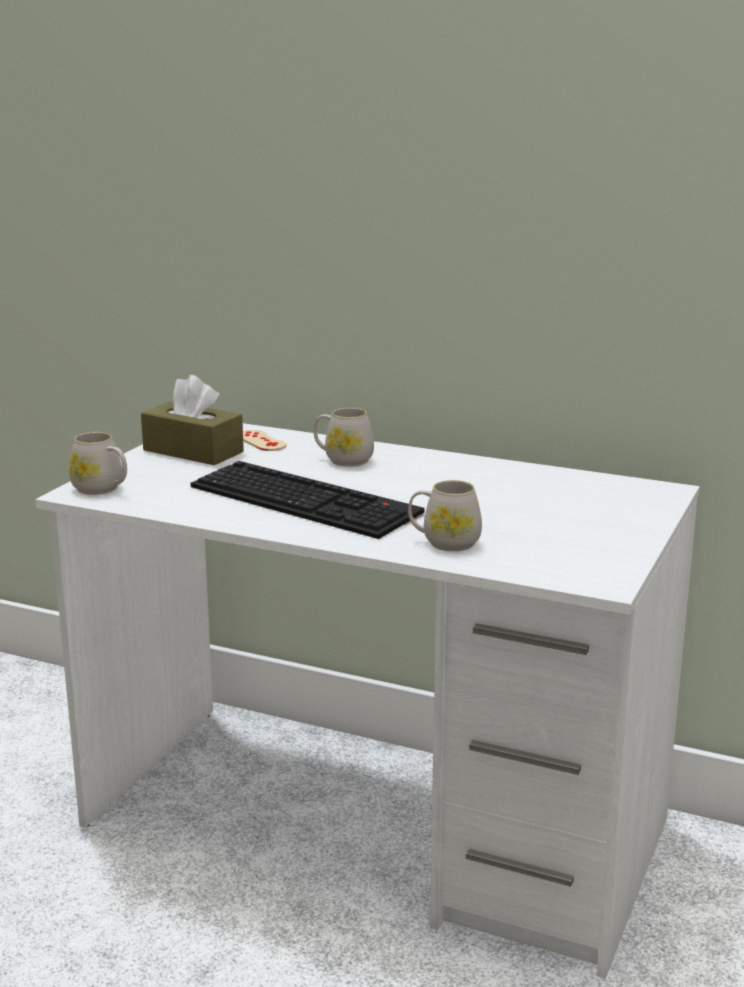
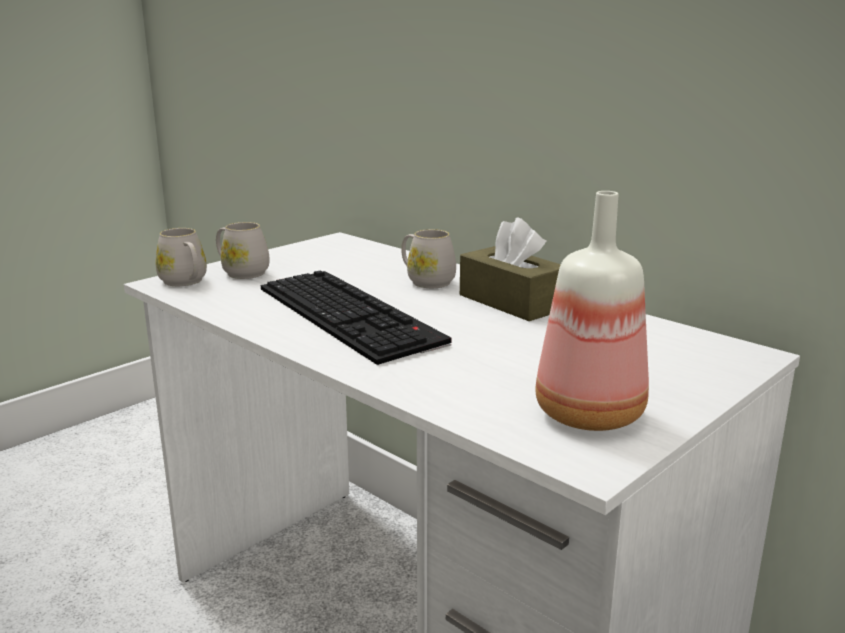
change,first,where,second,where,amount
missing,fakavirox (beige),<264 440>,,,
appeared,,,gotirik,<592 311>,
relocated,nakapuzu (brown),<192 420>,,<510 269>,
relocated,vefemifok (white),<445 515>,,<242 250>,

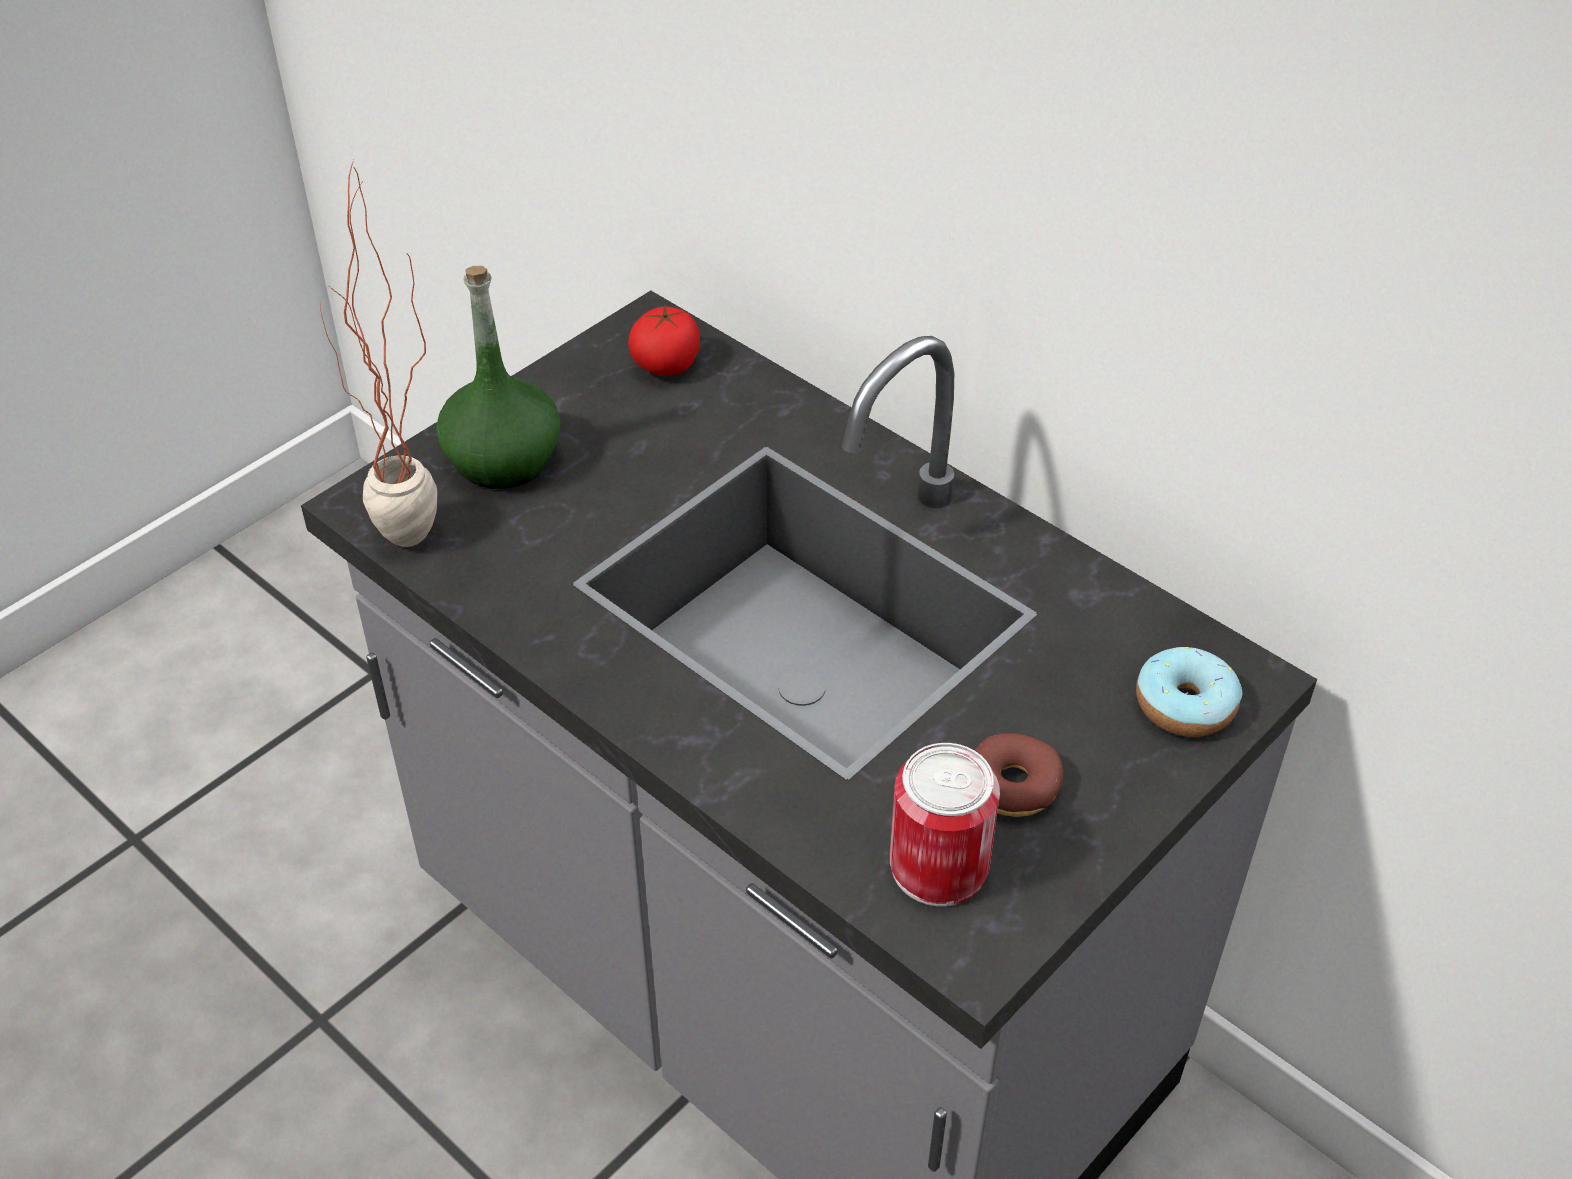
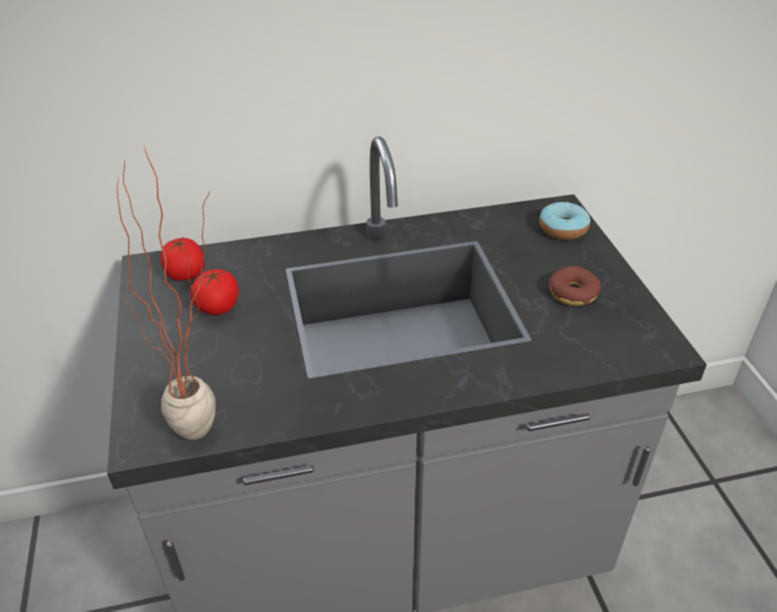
change,first,where,second,where,amount
missing,gotirik (green),<498 377>,,,
missing,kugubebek,<944 824>,,,
appeared,,,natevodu,<214 291>,

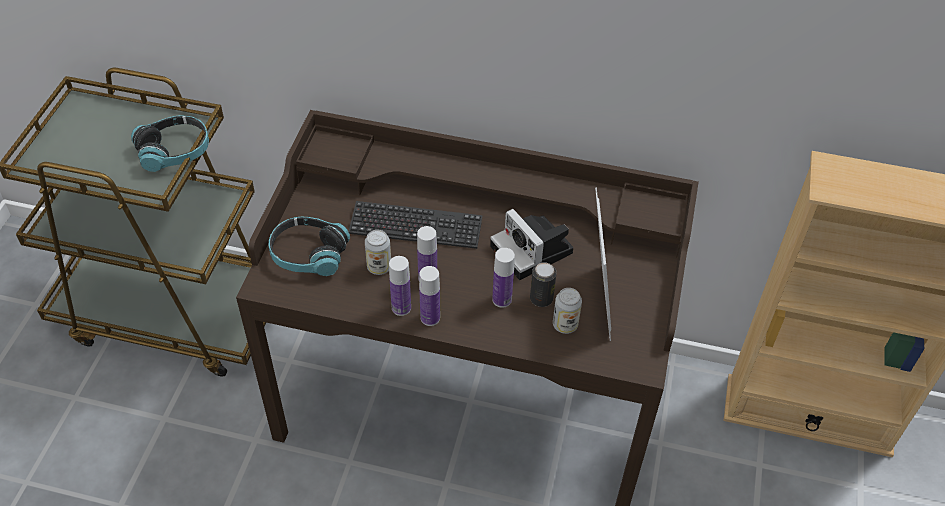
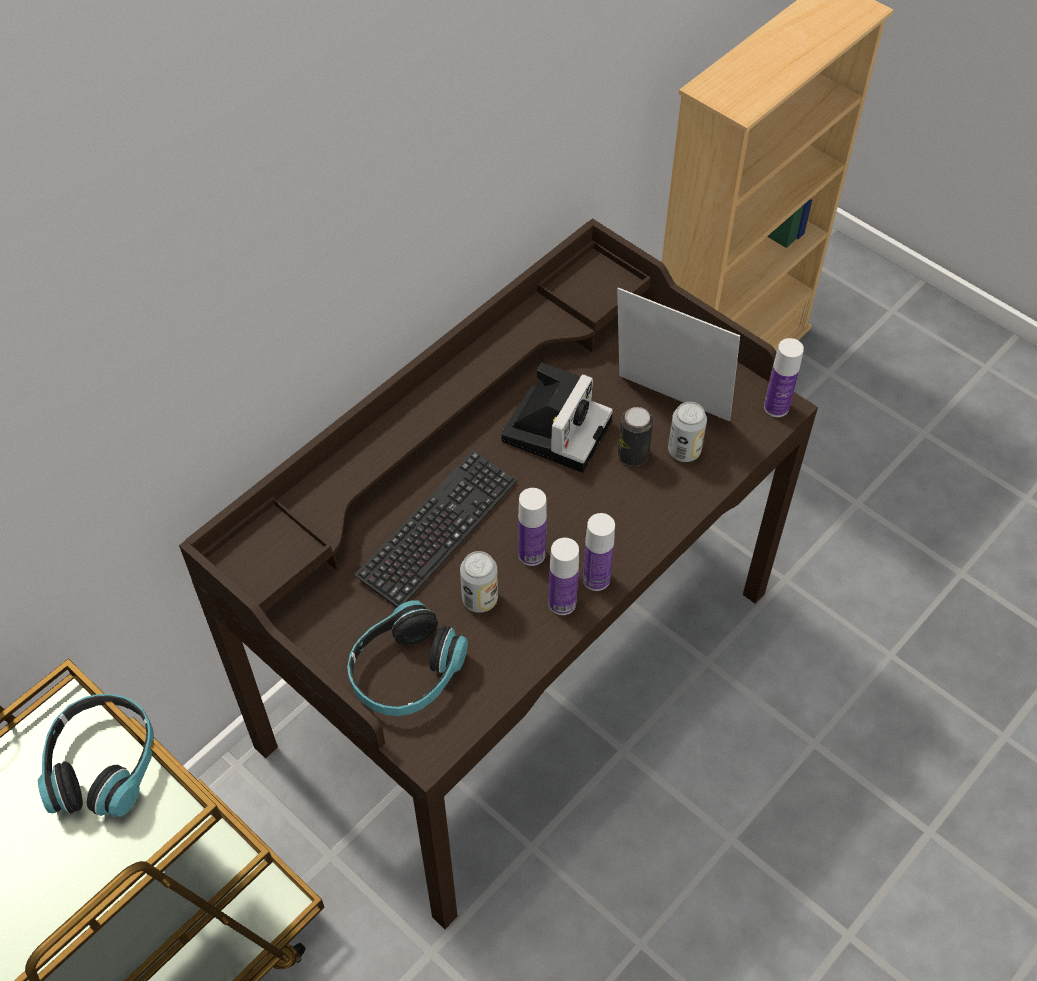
change,first,where,second,where,amount
relocated,gotirik,<503 278>,,<784 377>,
spun,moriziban,<532 244>,,<557 418>,60 degrees counterclockwise

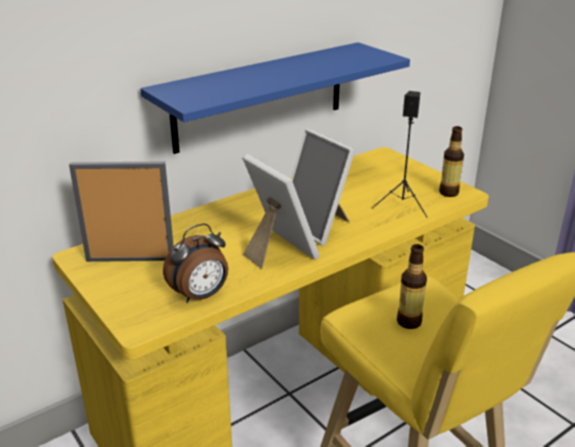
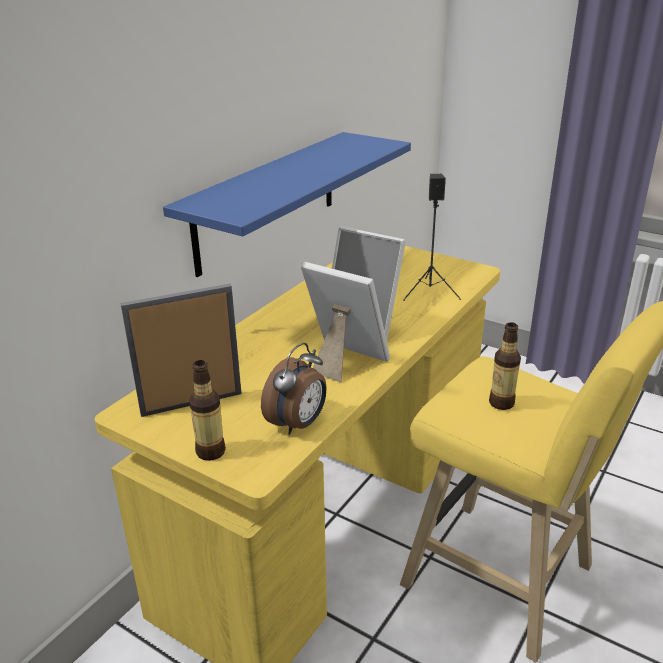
change,first,where,second,where,amount
relocated,gotirik,<451 161>,,<207 410>,

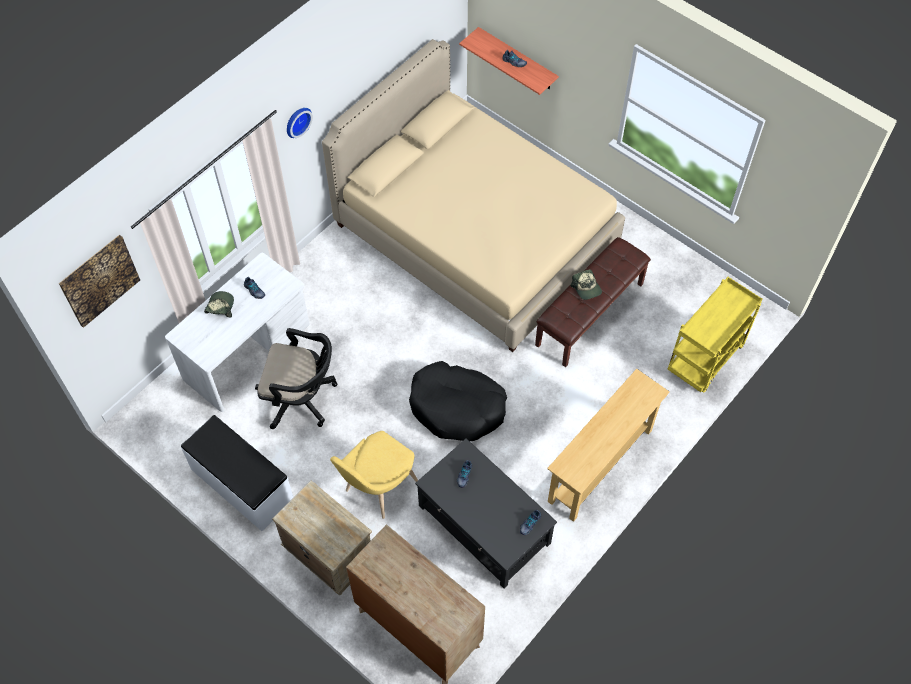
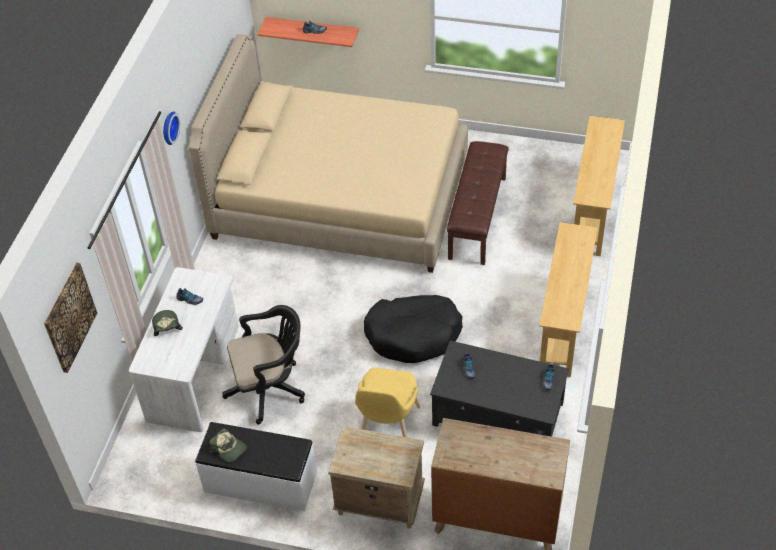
change,first,where,second,where,amount
relocated,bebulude,<586 284>,,<228 445>,
exchanged,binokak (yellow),<715 335>,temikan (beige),<599 186>,

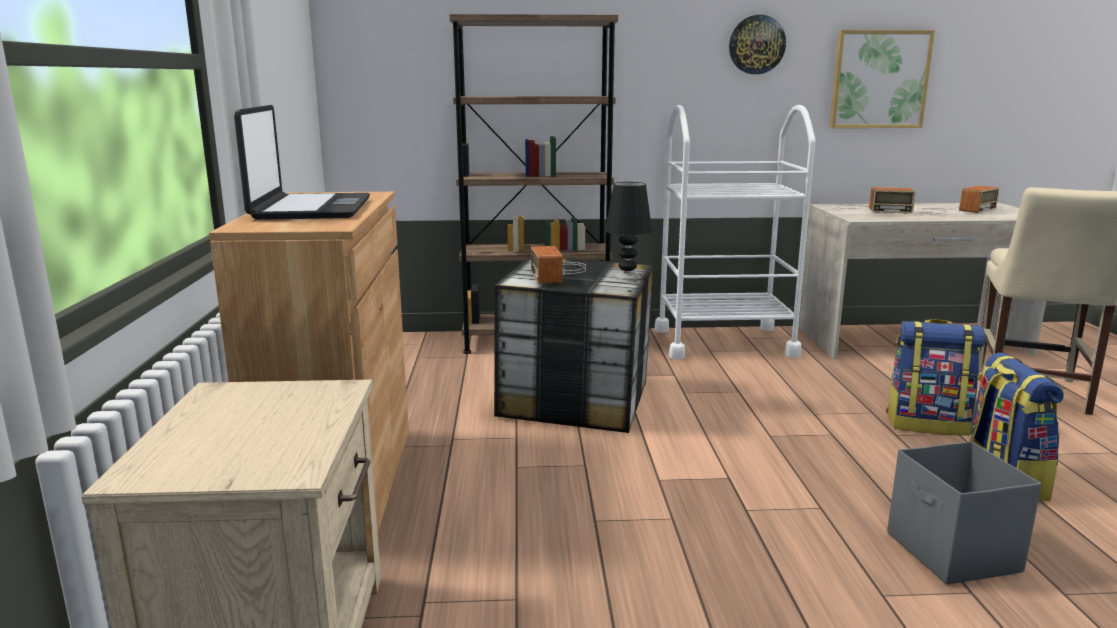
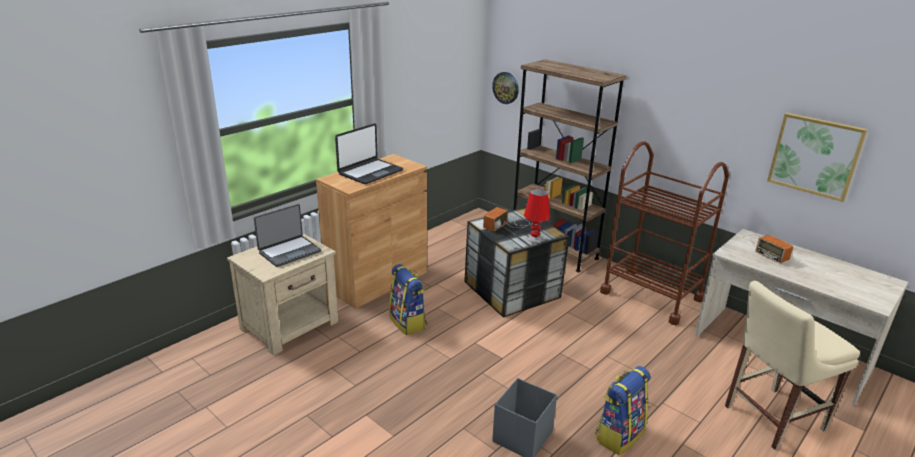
change,first,where,second,where,amount
missing,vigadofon,<957 200>,,,
appeared,,,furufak,<287 235>,
relocated,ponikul,<757 44>,,<505 88>,
relocated,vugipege,<936 377>,,<408 300>,
colour,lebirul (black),<628 231>,lebirul (red),<537 216>,
colour,binokak (white),<735 232>,binokak (brown),<664 233>,

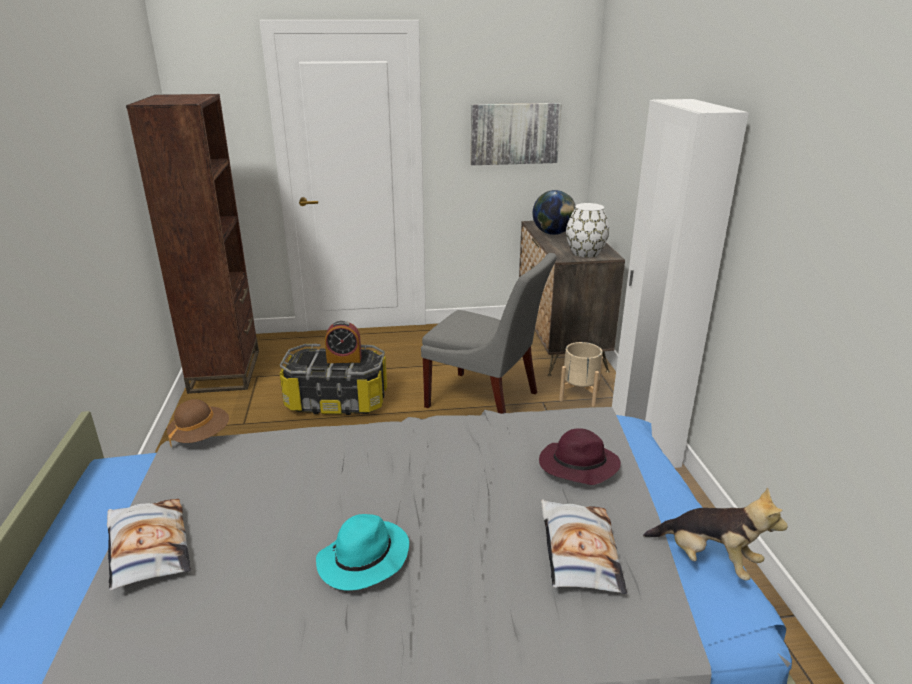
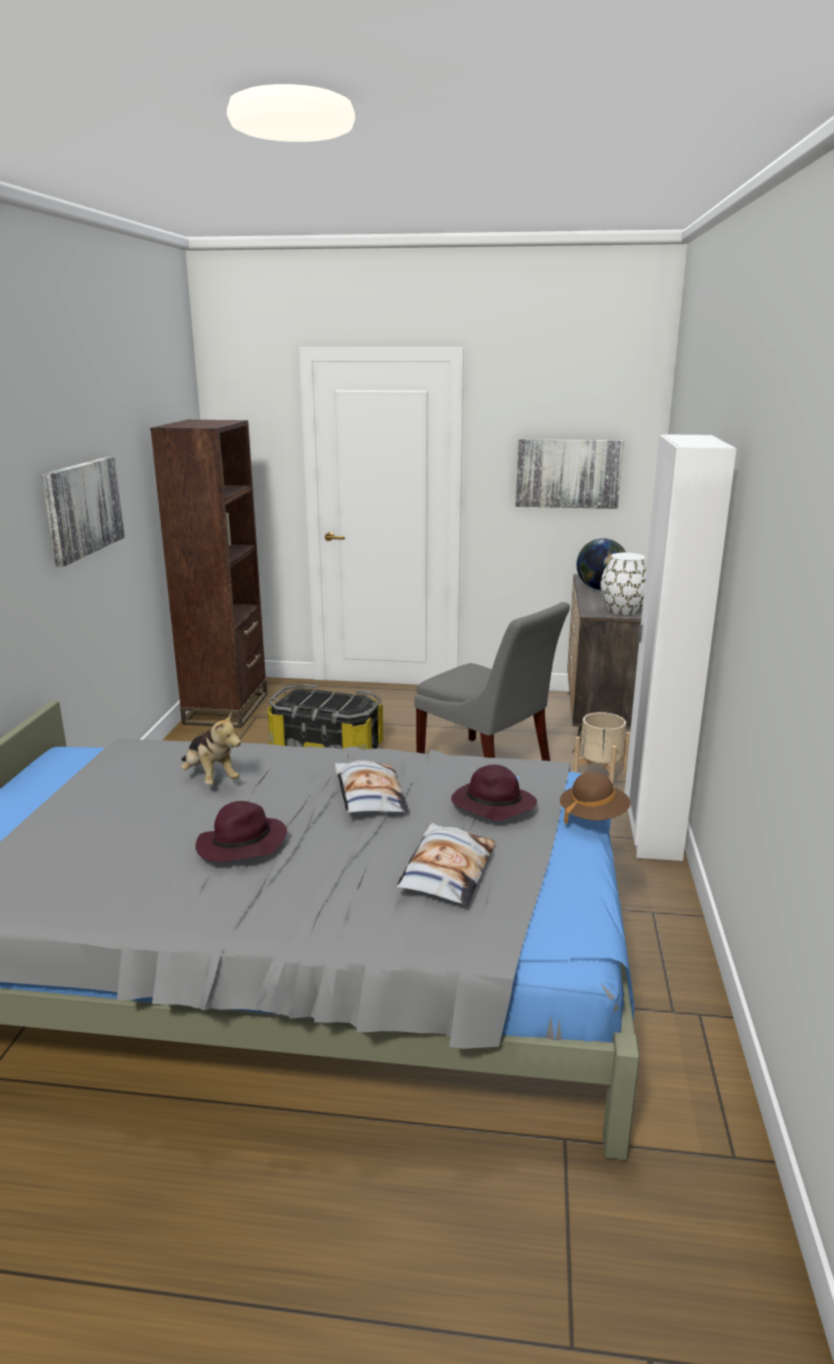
change,first,where,second,where,amount
missing,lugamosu,<343 342>,,,
appeared,,,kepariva,<83 511>,
relocated,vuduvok,<149 545>,,<371 786>,
relocated,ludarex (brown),<198 423>,,<595 797>,
relocated,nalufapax,<715 534>,,<211 748>,
colour,ludarex (turquoise),<362 552>,ludarex (purple),<241 831>,

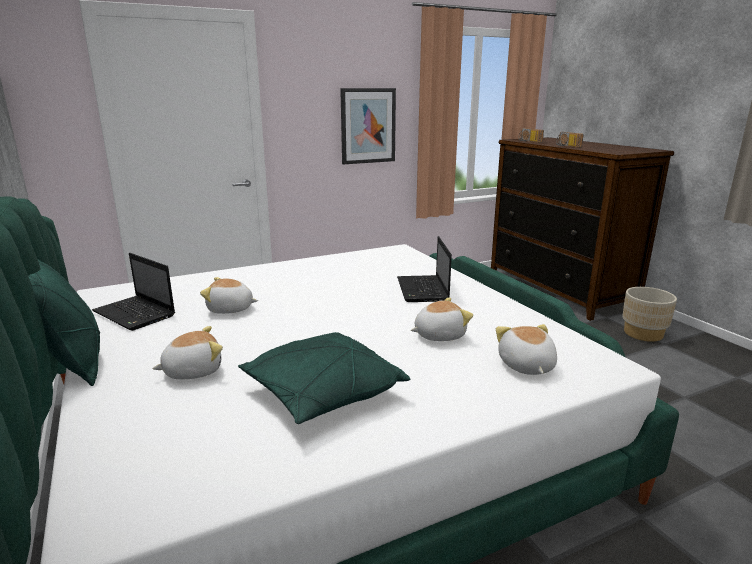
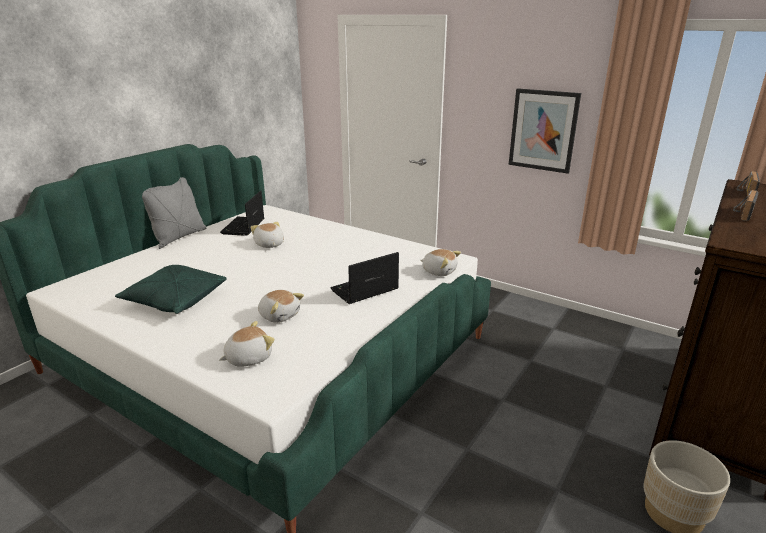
change,first,where,second,where,amount
relocated,nalufapax,<187 352>,,<441 262>,
colour,vuduvok (green),<64 323>,vuduvok (grey),<174 213>,

